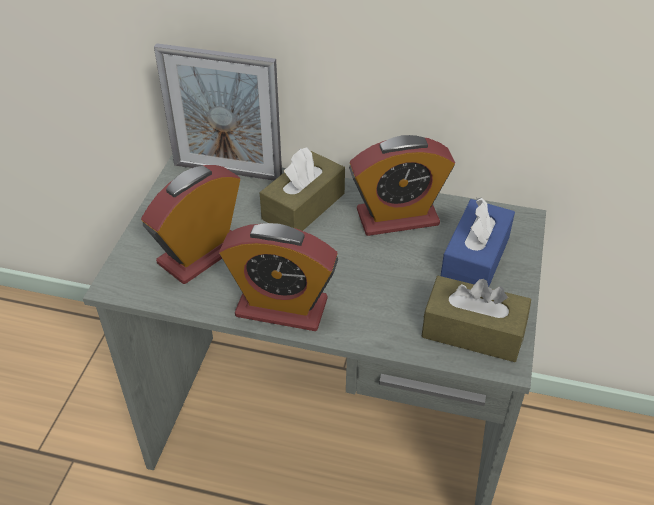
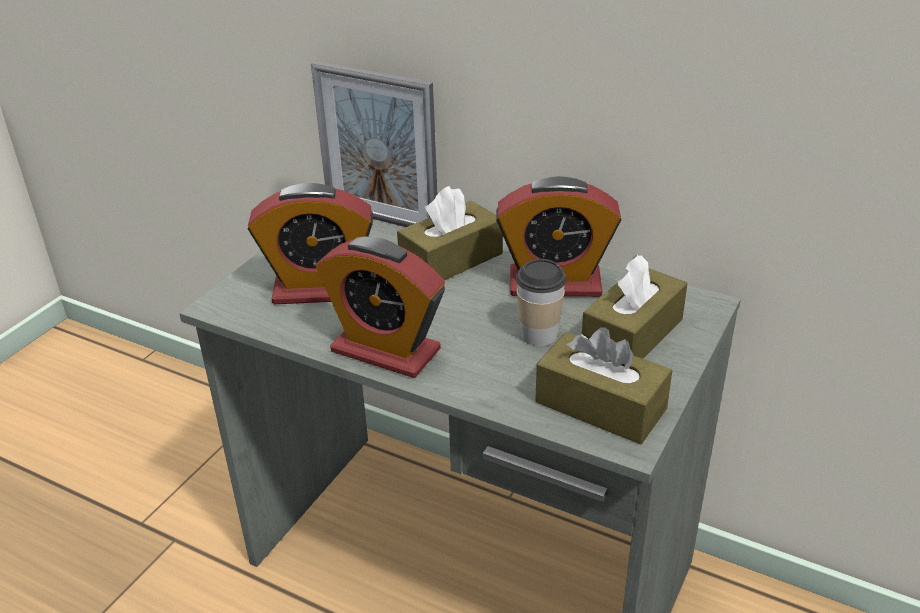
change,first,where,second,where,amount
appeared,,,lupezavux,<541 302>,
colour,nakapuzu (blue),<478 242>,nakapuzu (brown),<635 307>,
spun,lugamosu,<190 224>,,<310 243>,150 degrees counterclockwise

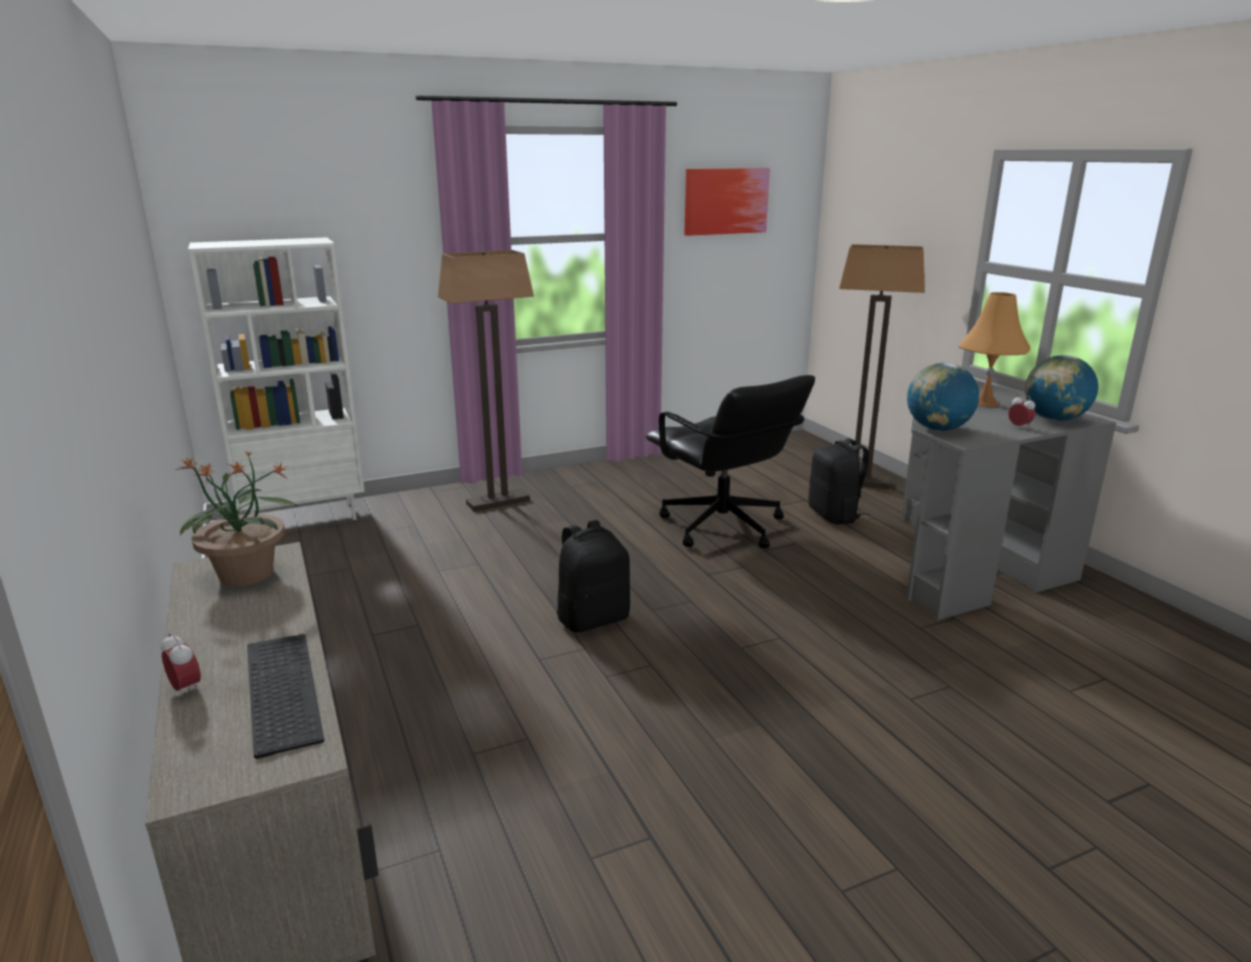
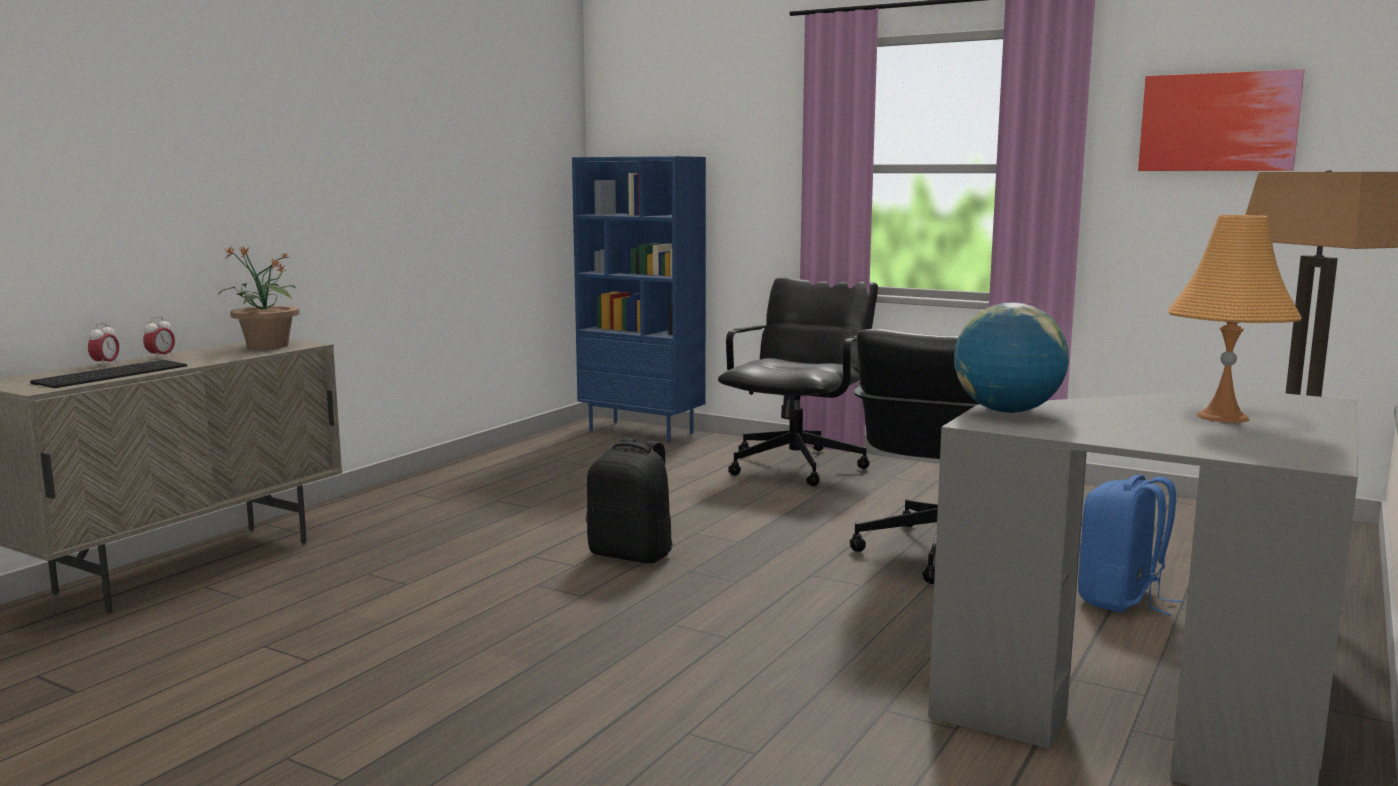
change,first,where,second,where,amount
missing,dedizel,<1062 388>,,,
relocated,lugamosu,<1022 411>,,<159 338>,
exchanged,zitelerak,<486 381>,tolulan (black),<798 381>,
colour,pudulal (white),<276 378>,pudulal (blue),<639 299>,
colour,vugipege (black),<839 481>,vugipege (blue),<1130 545>,

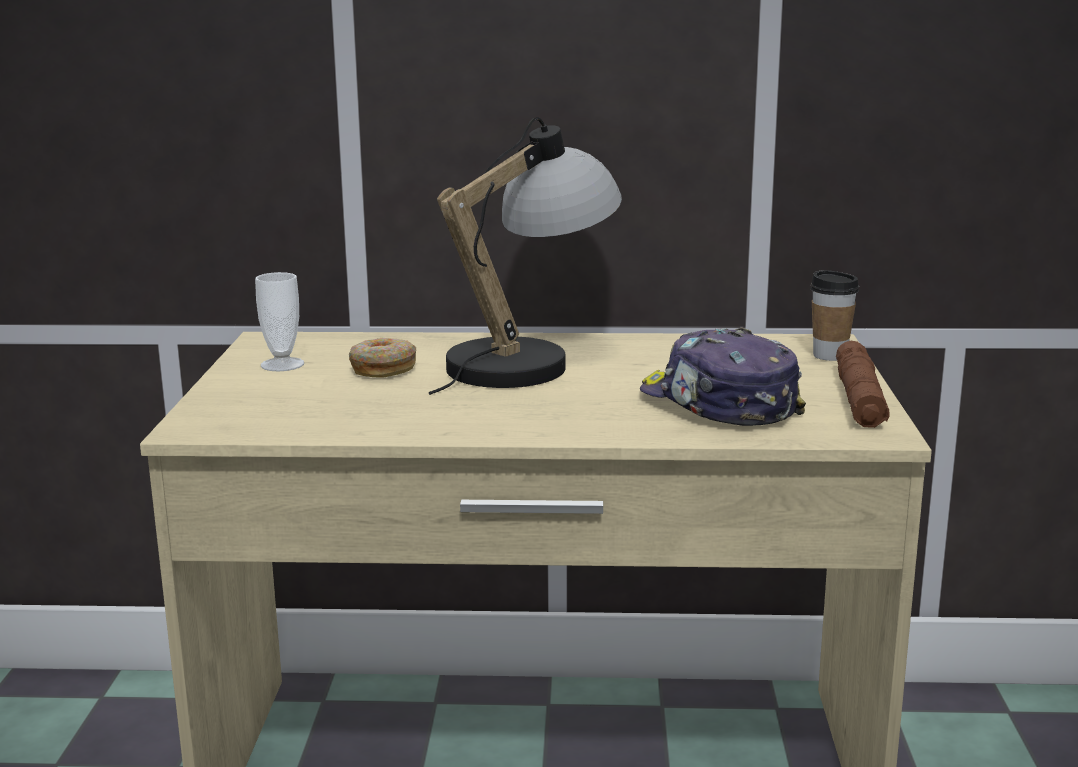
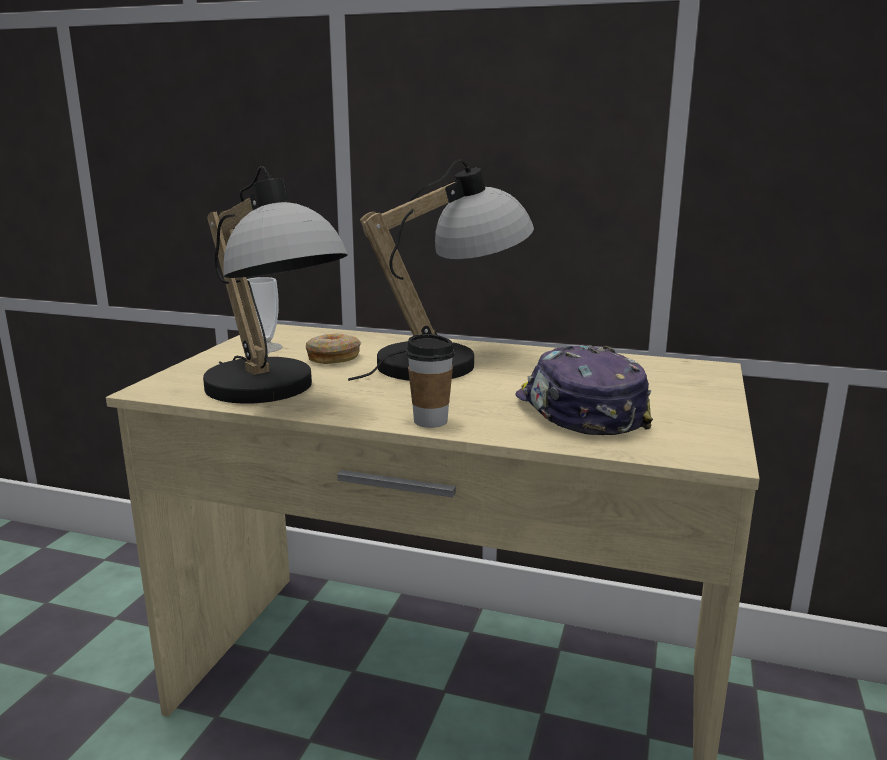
change,first,where,second,where,amount
missing,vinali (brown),<862 384>,,,
appeared,,,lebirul,<275 285>,
relocated,lupezavux,<834 315>,,<430 381>,

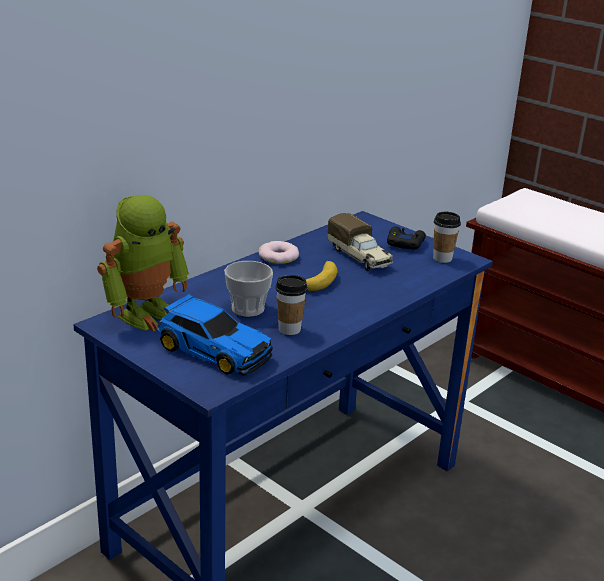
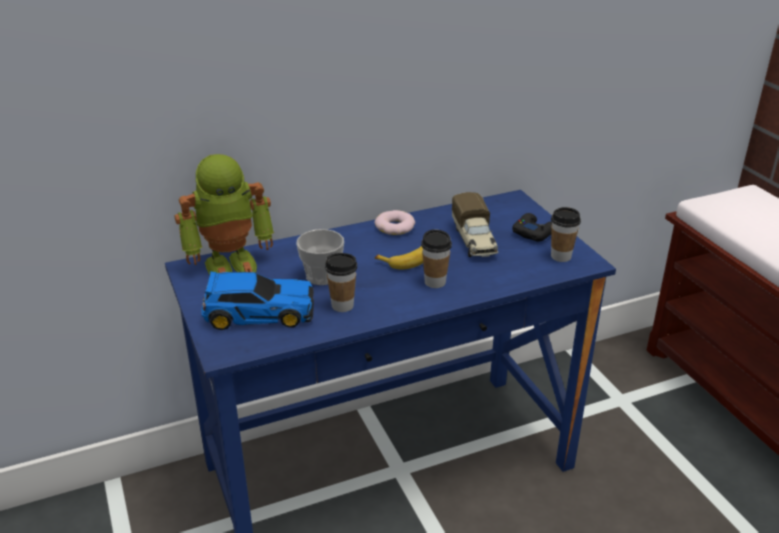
change,first,where,second,where,amount
appeared,,,lupezavux,<436 258>,
spun,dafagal,<215 334>,,<257 300>,60 degrees counterclockwise

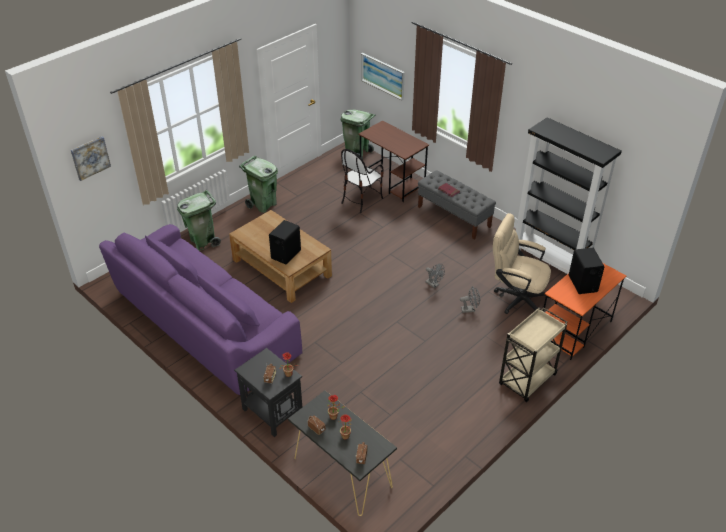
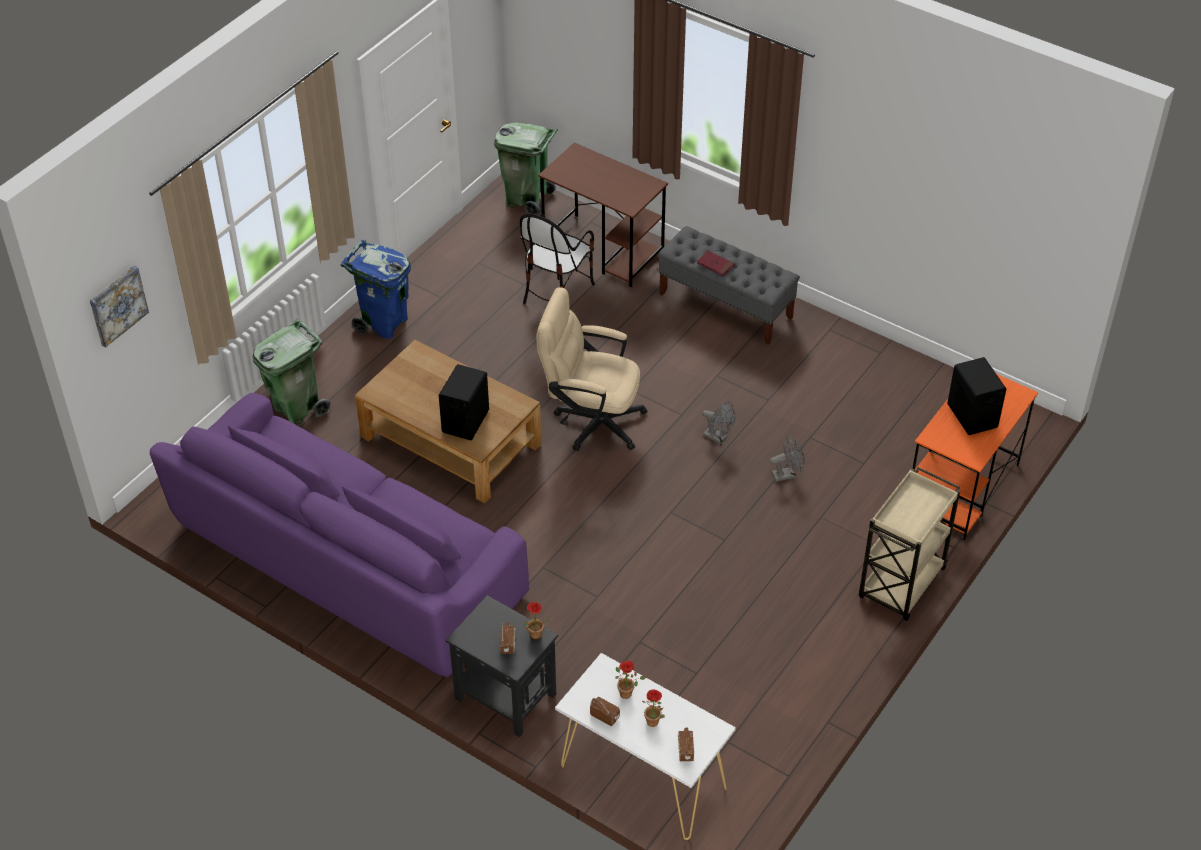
change,first,where,second,where,amount
missing,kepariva,<383 76>,,,
missing,pudulal (black),<569 195>,,,
relocated,tolulan (beige),<522 263>,,<592 369>,
colour,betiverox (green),<258 184>,betiverox (blue),<375 289>,
colour,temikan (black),<342 453>,temikan (white),<645 746>,

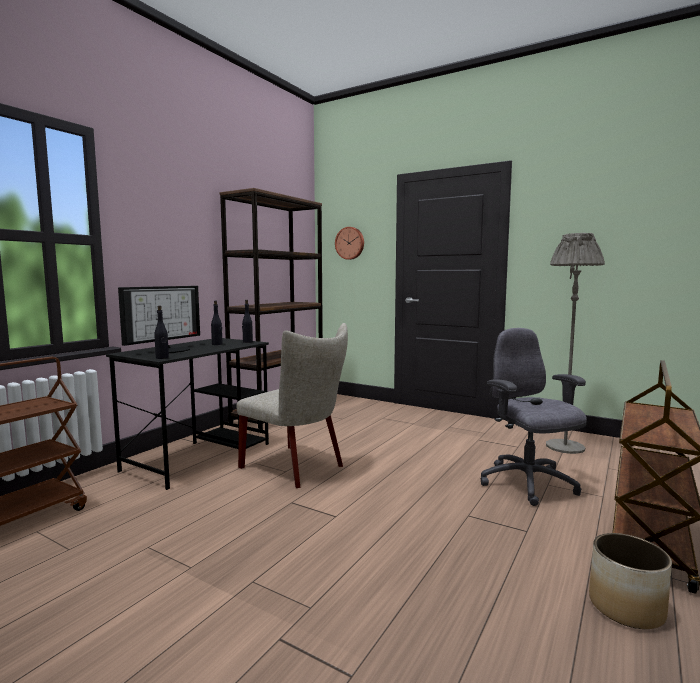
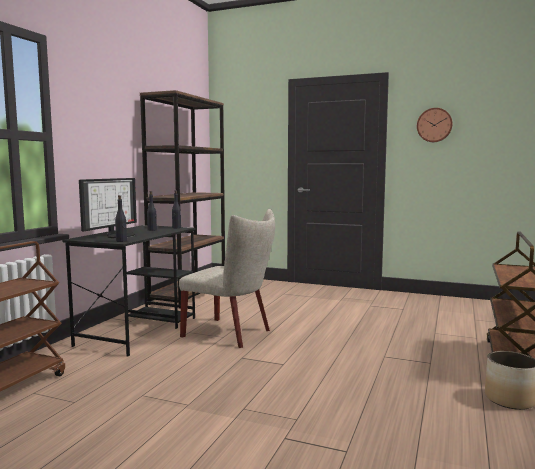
change,first,where,second,where,amount
missing,tolulan (grey),<533 417>,,,
missing,zitelerak (grey),<575 343>,,,
relocated,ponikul,<349 243>,,<434 125>,

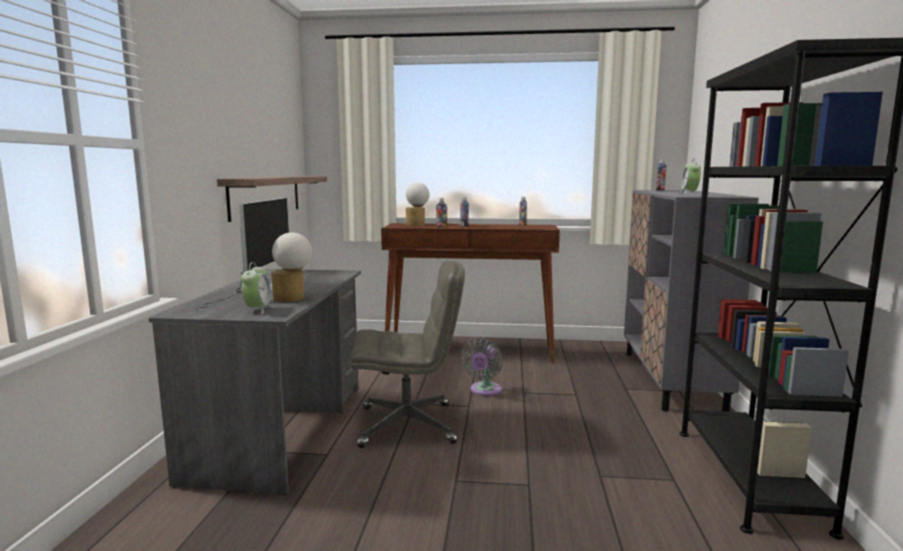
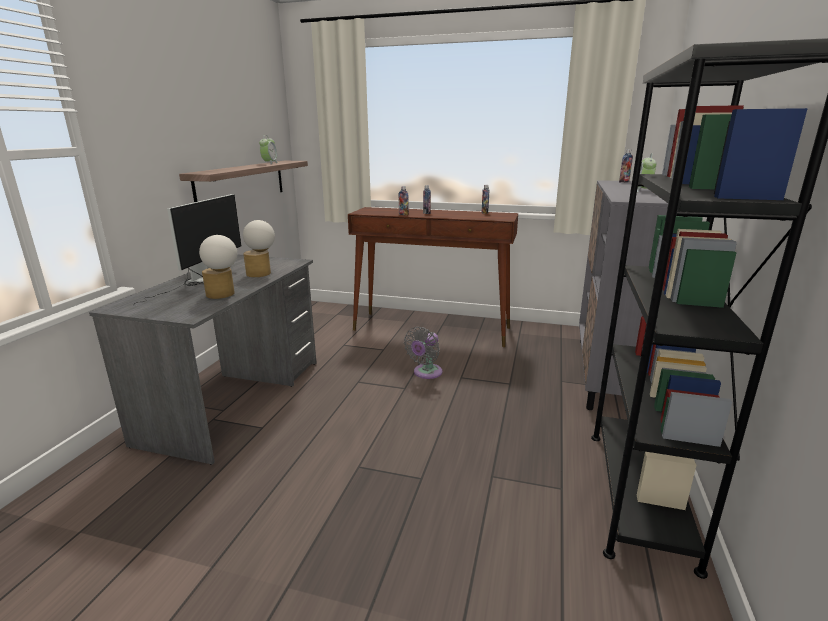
change,first,where,second,where,amount
missing,tolulan (grey),<407 354>,,,
relocated,lugamosu,<257 288>,,<268 149>,
relocated,lebirul,<418 204>,,<259 248>,

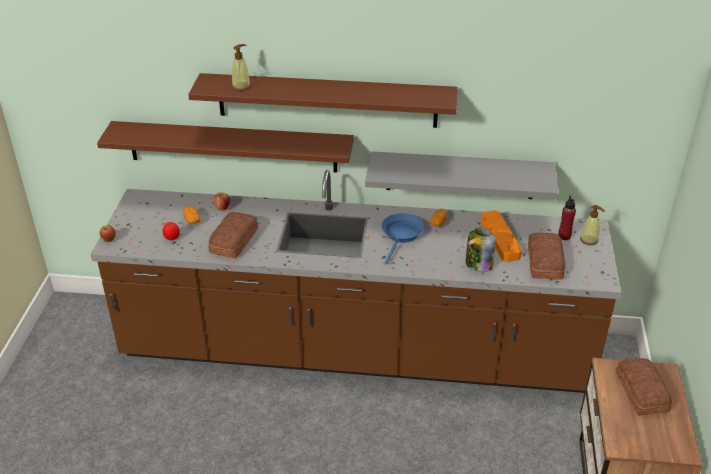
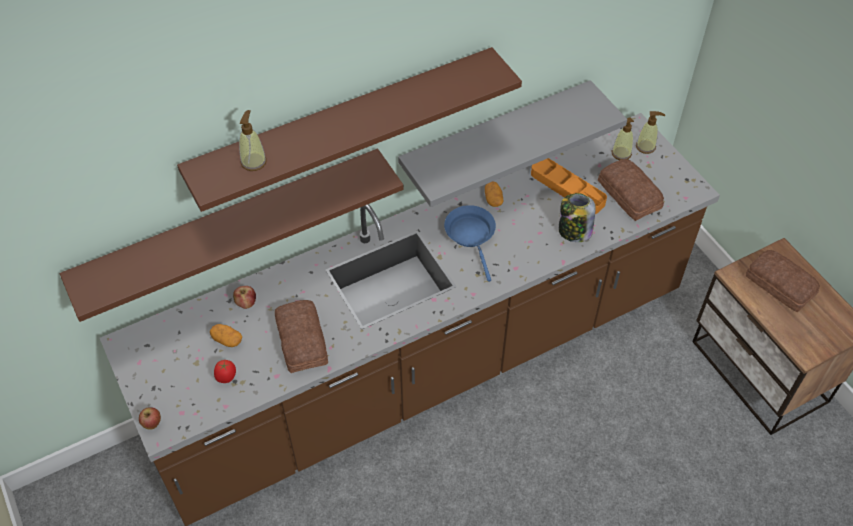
change,first,where,second,where,amount
exchanged,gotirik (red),<567 218>,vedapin,<623 138>,

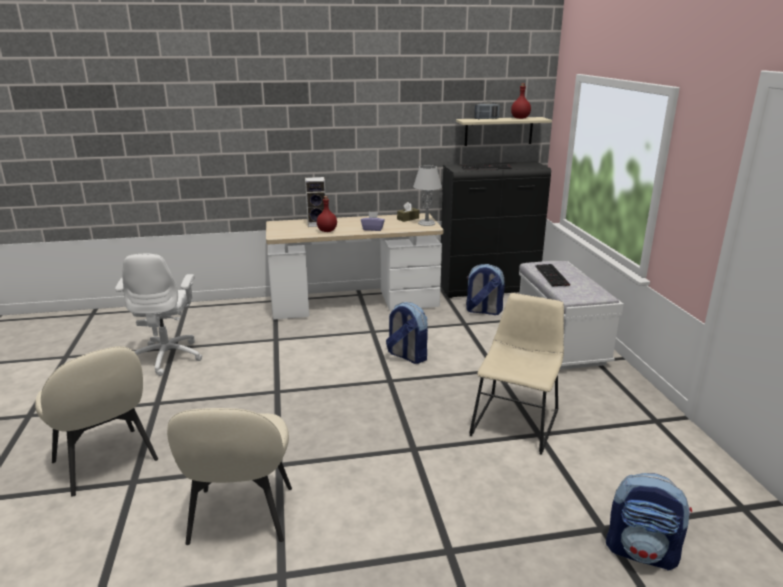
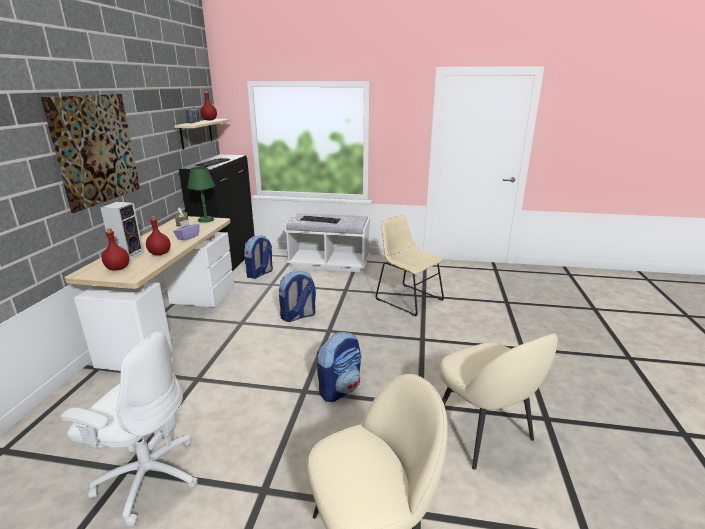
change,first,where,second,where,amount
appeared,,,kepariva,<90 153>,
appeared,,,gotirik (red),<115 249>,
relocated,vugipege,<649 522>,,<339 367>,
colour,lebirul (grey),<427 195>,lebirul (green),<201 195>,
spun,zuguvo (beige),<229 476>,,<498 401>,45 degrees clockwise

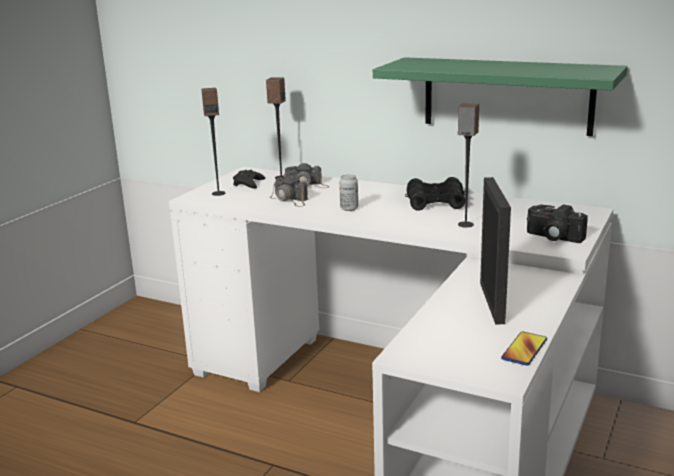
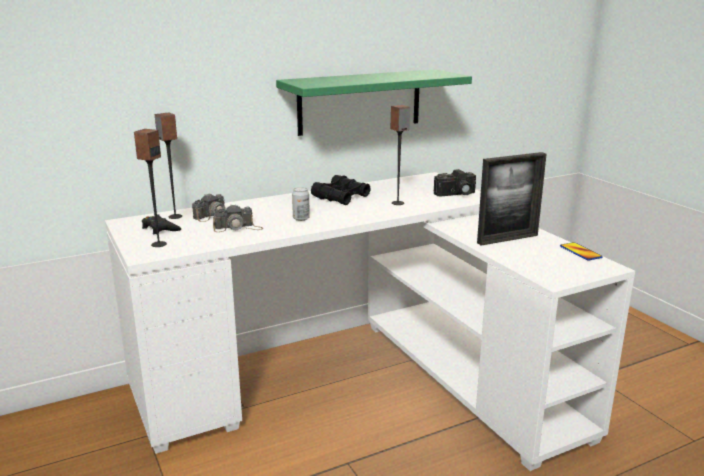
change,first,where,second,where,amount
spun,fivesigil,<495 250>,,<512 198>,120 degrees clockwise

